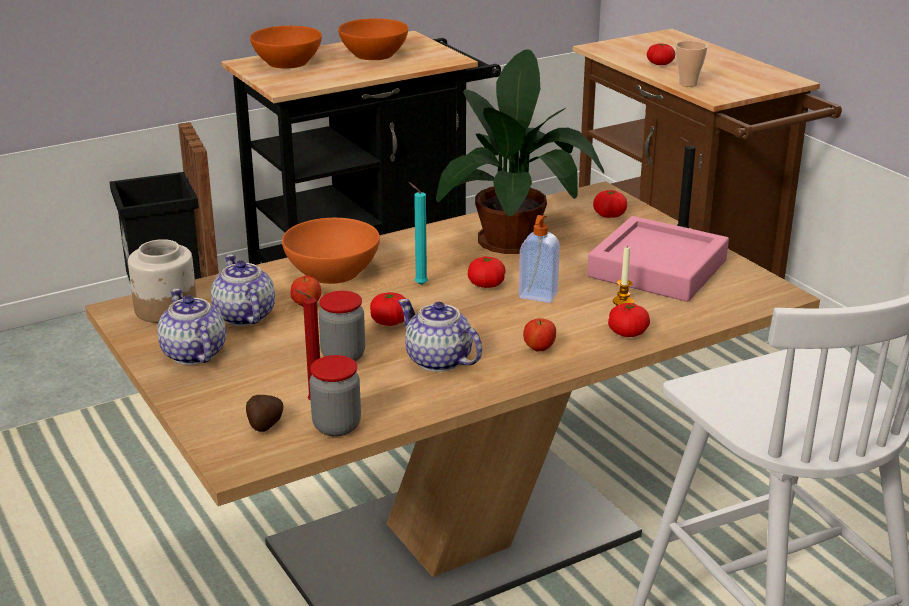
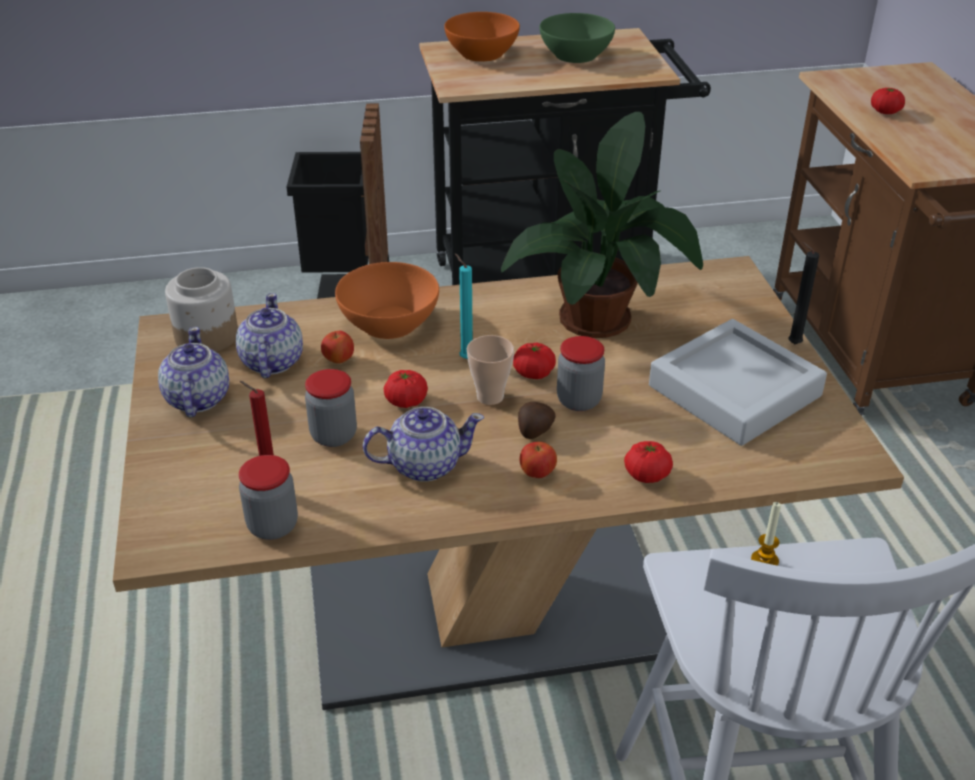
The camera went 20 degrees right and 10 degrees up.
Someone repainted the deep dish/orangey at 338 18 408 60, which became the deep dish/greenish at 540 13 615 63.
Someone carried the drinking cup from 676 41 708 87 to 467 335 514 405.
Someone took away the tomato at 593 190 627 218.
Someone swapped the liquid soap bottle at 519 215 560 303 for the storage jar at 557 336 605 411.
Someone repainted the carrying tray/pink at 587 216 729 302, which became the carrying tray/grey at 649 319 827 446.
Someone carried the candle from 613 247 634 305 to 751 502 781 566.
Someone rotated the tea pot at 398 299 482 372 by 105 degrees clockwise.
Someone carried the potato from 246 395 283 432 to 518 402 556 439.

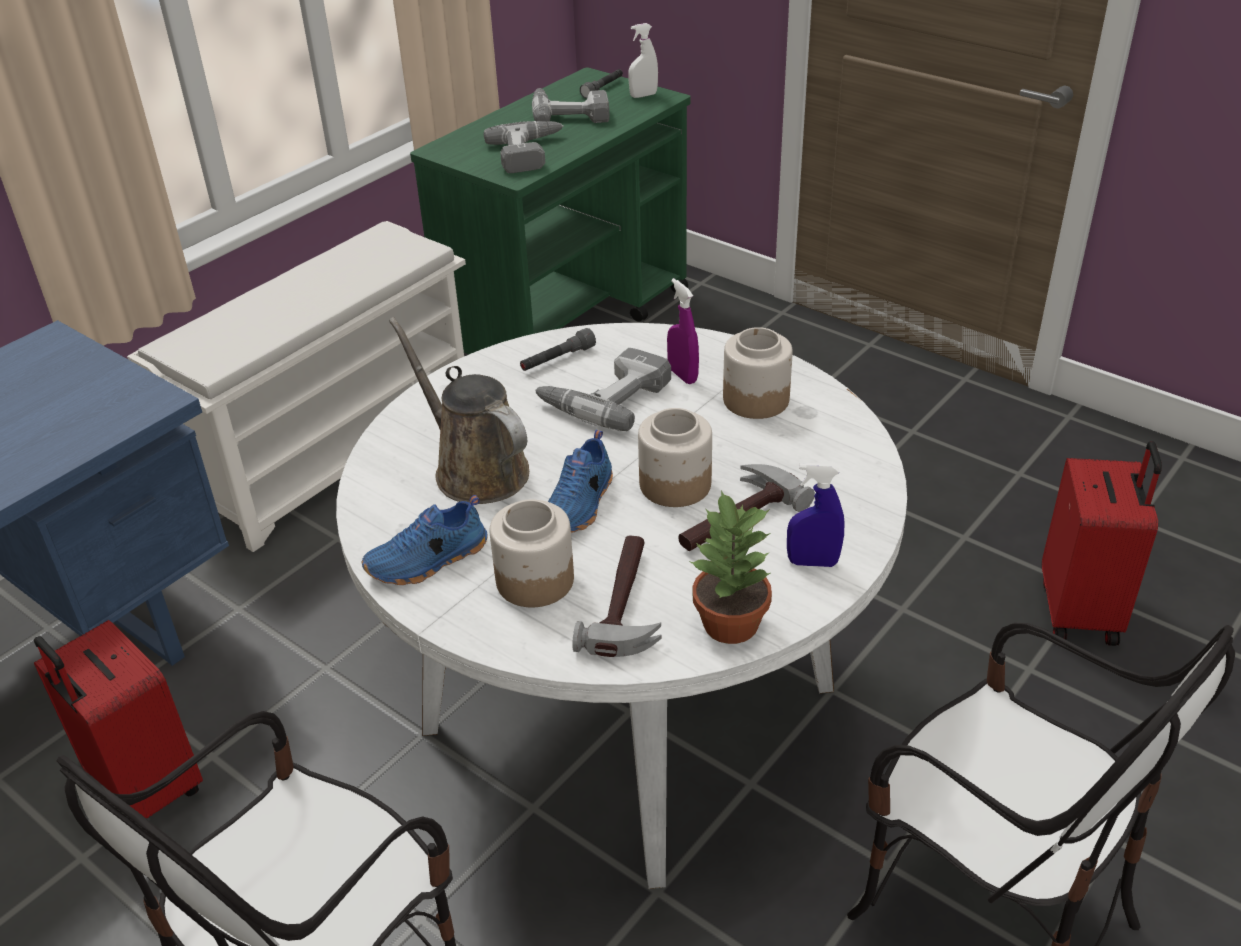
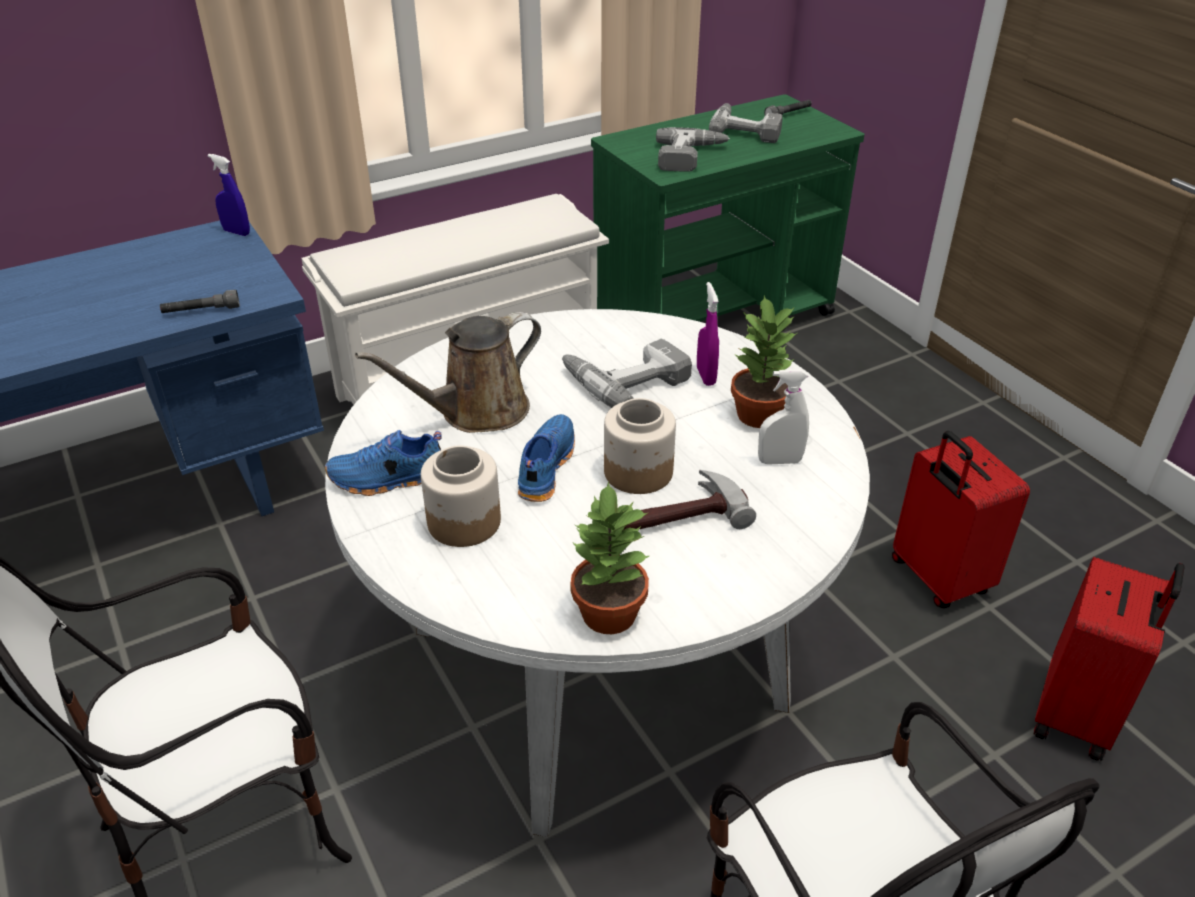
The camera went 20 degrees right and 0 degrees up.
Someone carried the sprayer/white-coloured from 628 23 658 98 to 758 370 809 465.
Someone rotated the sprinkling can/brown at 389 317 529 504 by 105 degrees counterclockwise.
Someone swapped the storage jar at 723 327 793 419 for the plant in a pot at 731 295 797 428.
Someone carried the torch/grey from 520 328 596 371 to 160 290 240 313.
Someone rotated the shoe/blue at 548 430 613 533 by 150 degrees clockwise.
Someone carried the sprayer/blue from 787 463 845 567 to 208 154 250 236.
Someone took away the hammer at 572 535 661 657.
Someone carried the suitcase/red-coloured from 34 620 203 819 to 892 431 1030 608.

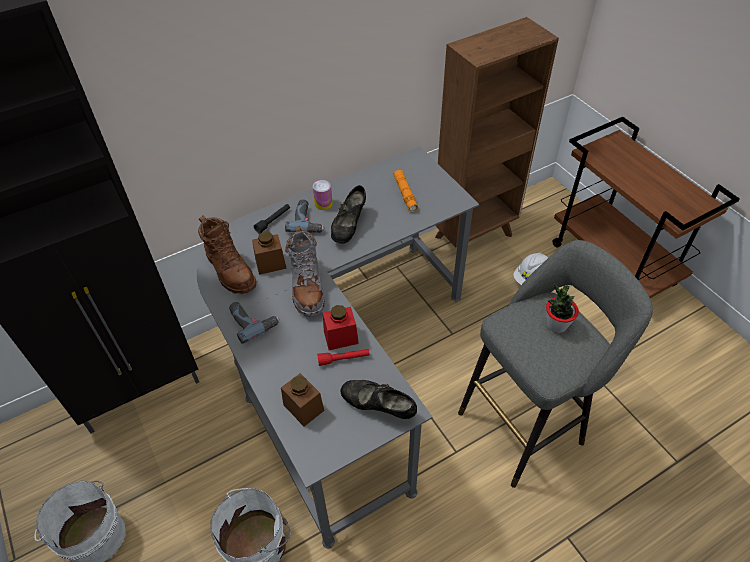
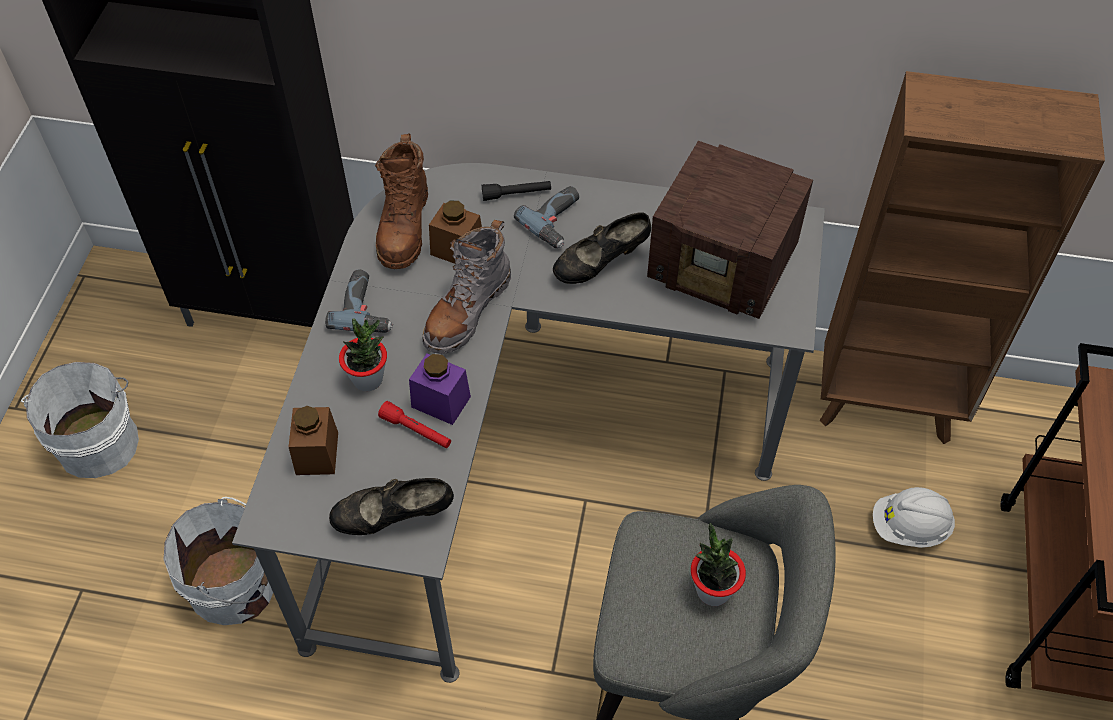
The camera went 40 degrees right and 5 degrees up.
Someone swapped the torch/orangey at 393 170 418 212 for the radio set at 647 141 813 319.
Someone took away the metal can at 313 180 333 210.
Someone repainted the storage jar/red-coloured at 323 305 359 350, which became the storage jar/purplish at 409 354 471 425.
Someone rotated the shoe/black-coloured at 340 380 417 419 by 75 degrees counterclockwise.
Someone put down the plant in a pot at 339 318 387 391.

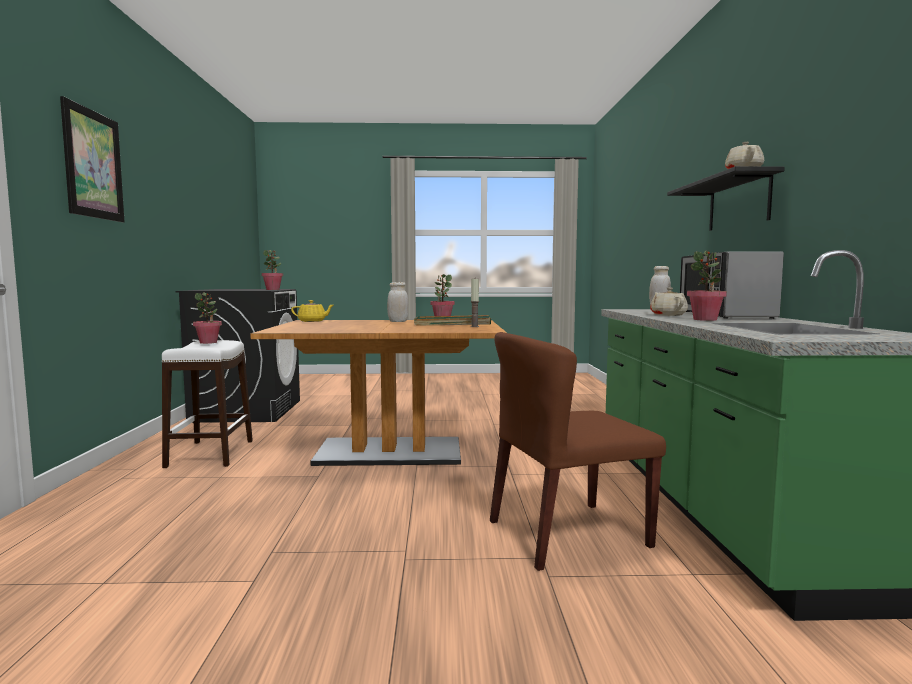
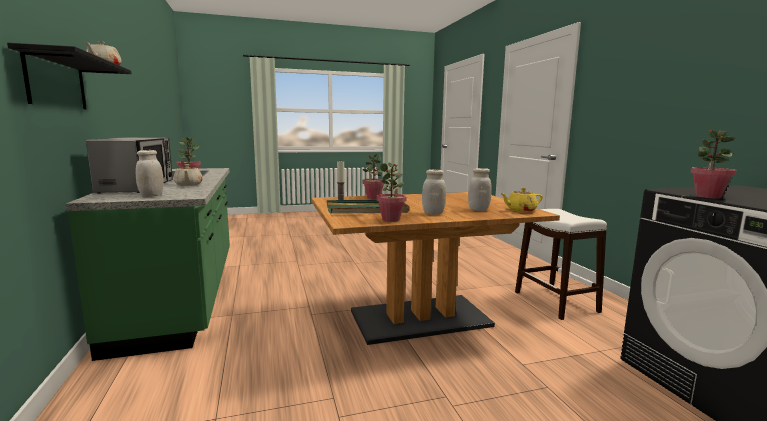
The camera went 165 degrees right and 5 degrees up.
Someone took away the wall picture at 60 96 125 222.
Someone carried the plant in a pot from 193 292 222 344 to 362 154 385 199.
Someone took away the plain chair/brown at 490 332 666 571.
Someone put down the storage jar/white-coloured at 468 168 492 211.

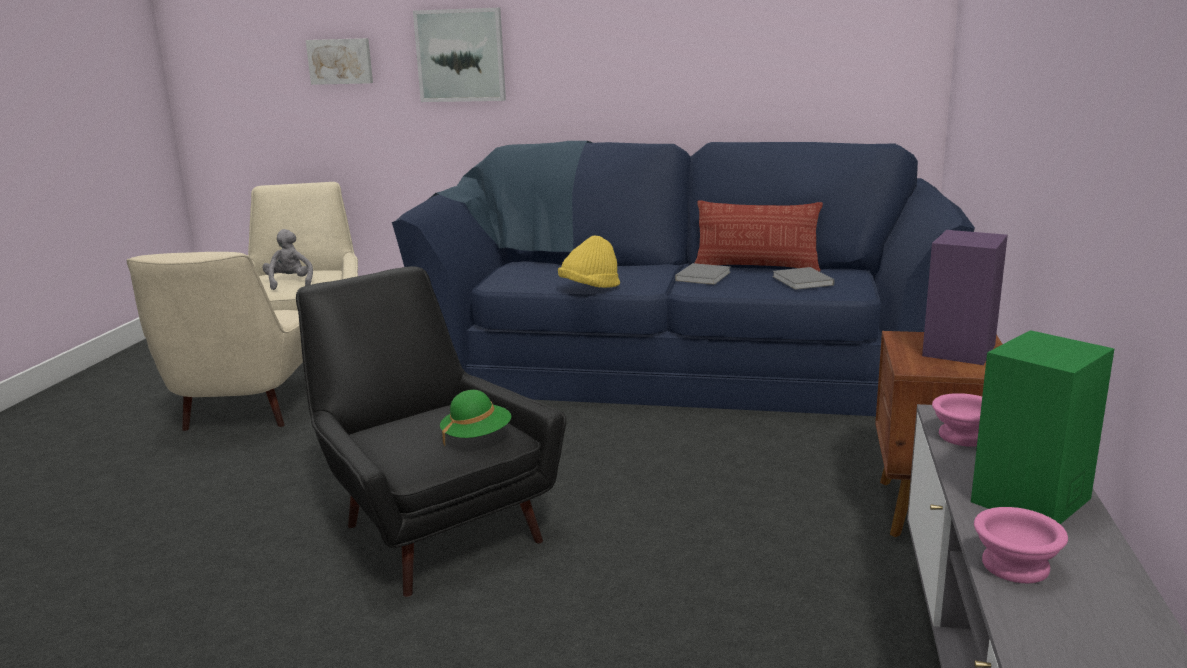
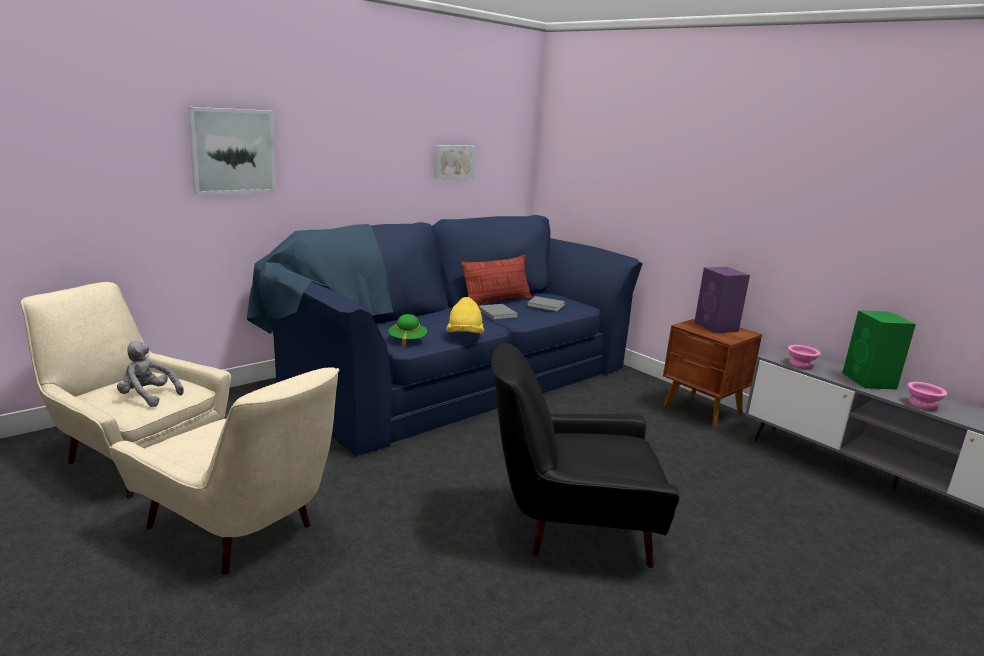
The camera went 55 degrees left and 0 degrees up.
Someone carried the wall picture from 306 38 373 85 to 434 145 476 179.
Someone carried the hat/greenish from 440 390 511 446 to 389 314 427 347.

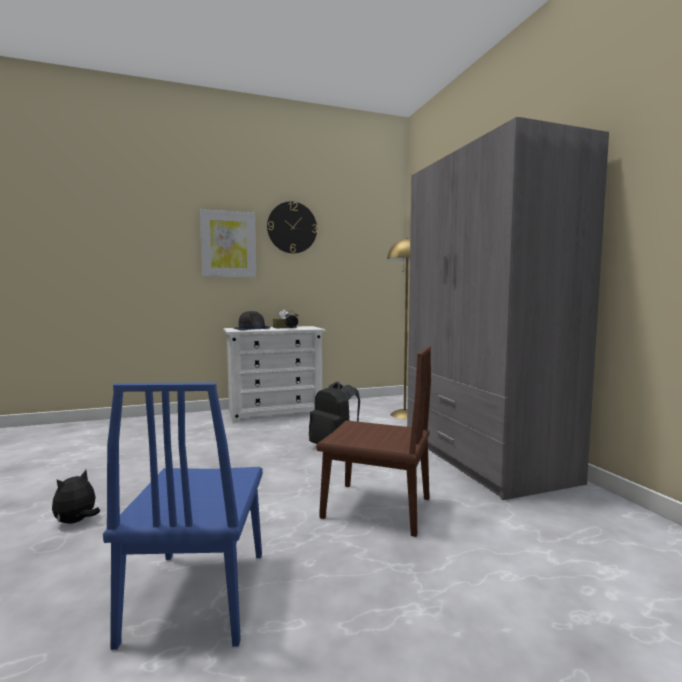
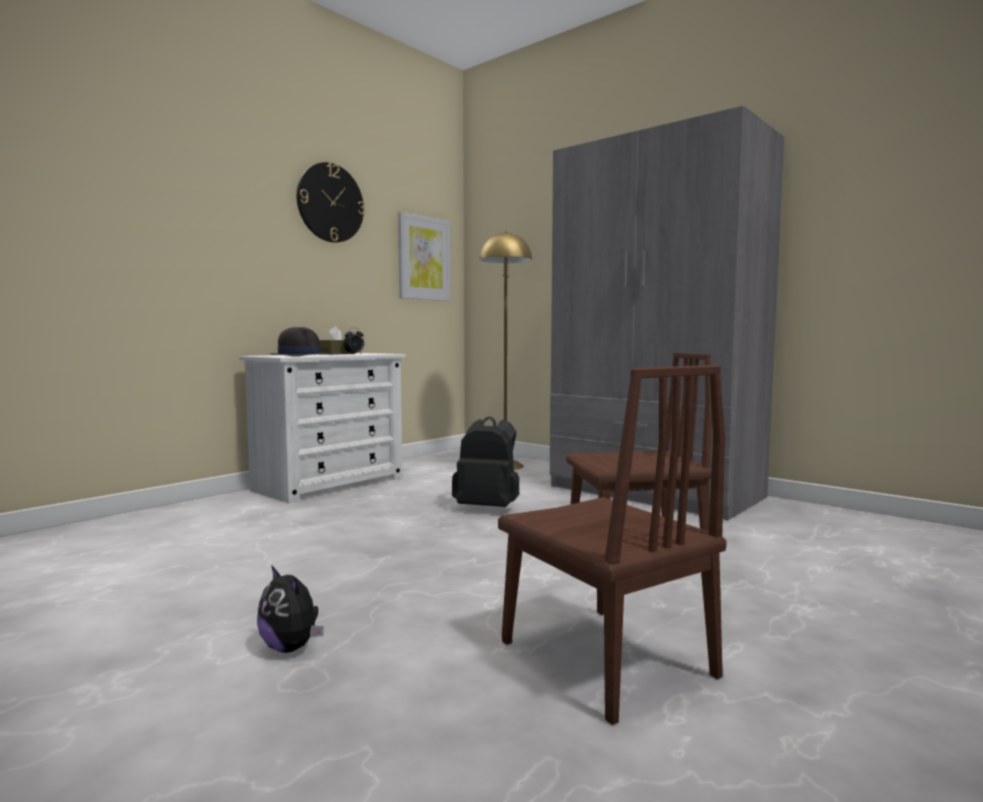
The camera went 30 degrees left and 0 degrees up.
Someone carried the wall picture from 200 209 256 278 to 398 212 450 301.
Someone repainted the plain chair/blue at 103 382 263 650, which became the plain chair/brown at 498 365 727 725.
Someone rotated the cuddly toy at 52 470 100 524 by 45 degrees counterclockwise.

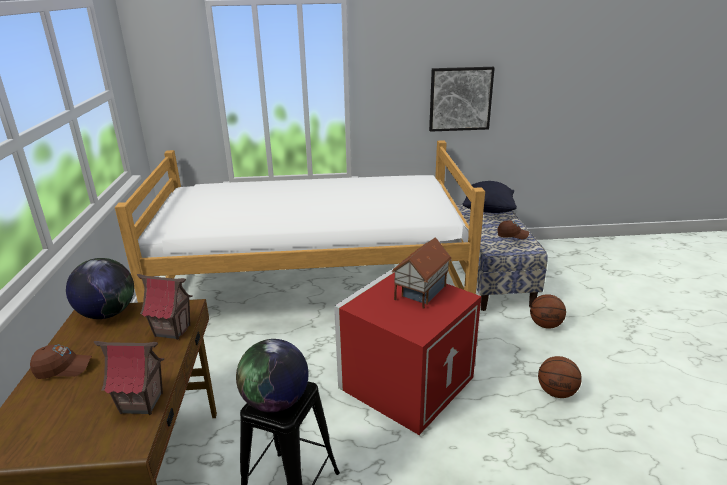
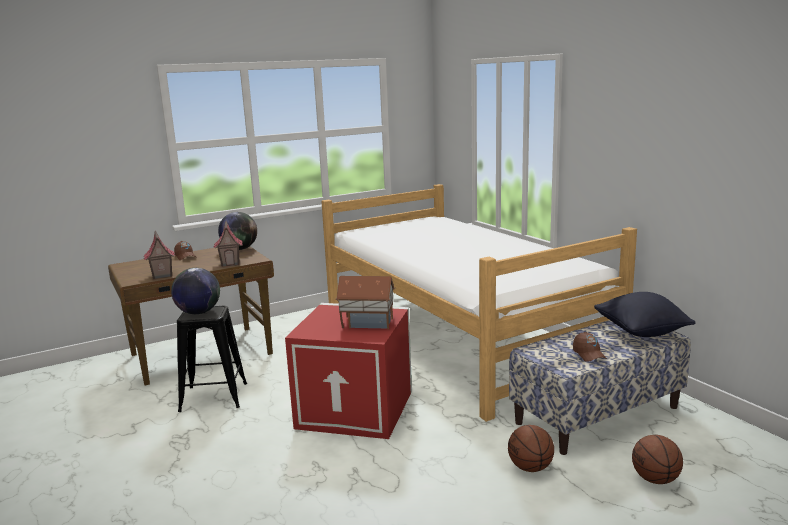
The camera went 65 degrees right and 10 degrees down.
Someone took away the wall picture at 429 67 495 132.
Someone carried the ball for basketball from 538 356 582 398 to 632 435 683 484.

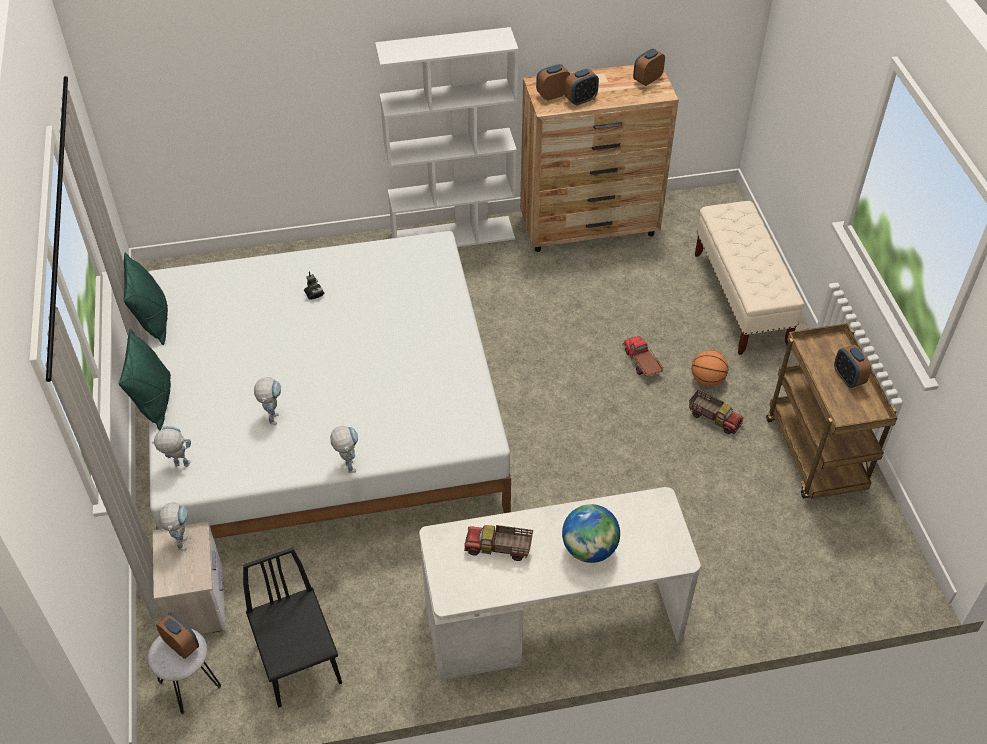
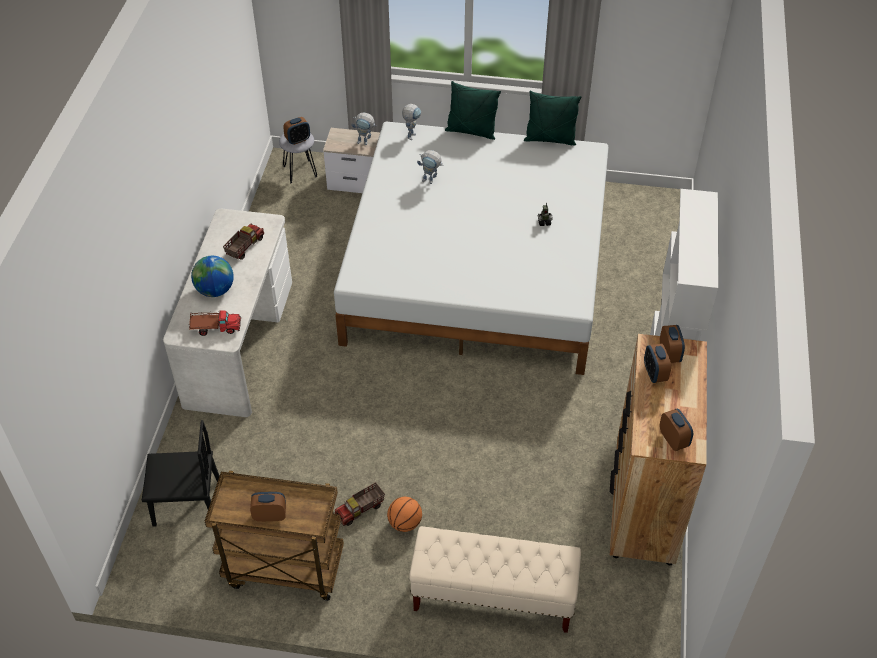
The camera went 110 degrees right and 0 degrees up.
Someone carried the model truck from 622 336 663 377 to 189 311 241 336.
Someone took away the model robot at 330 426 358 473.
Someone carried the plain chair/black-coloured from 243 547 342 708 to 142 420 219 527.

